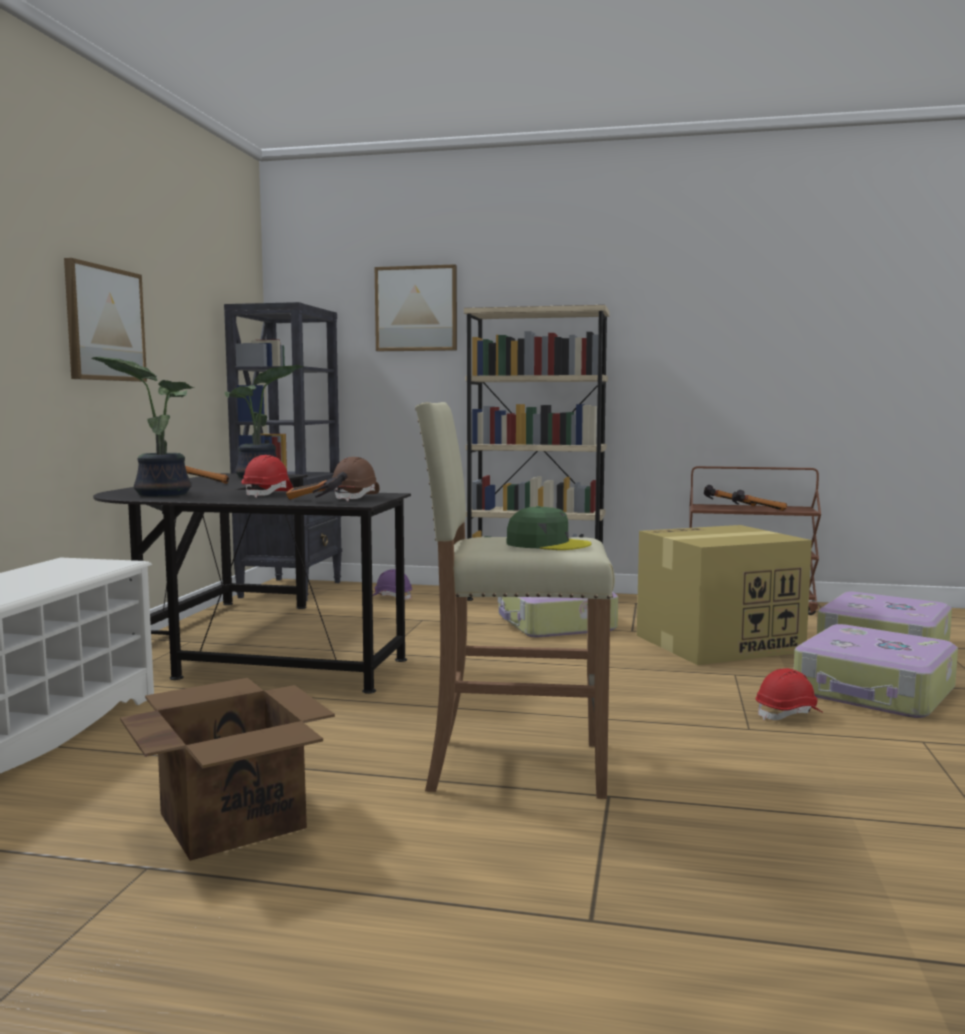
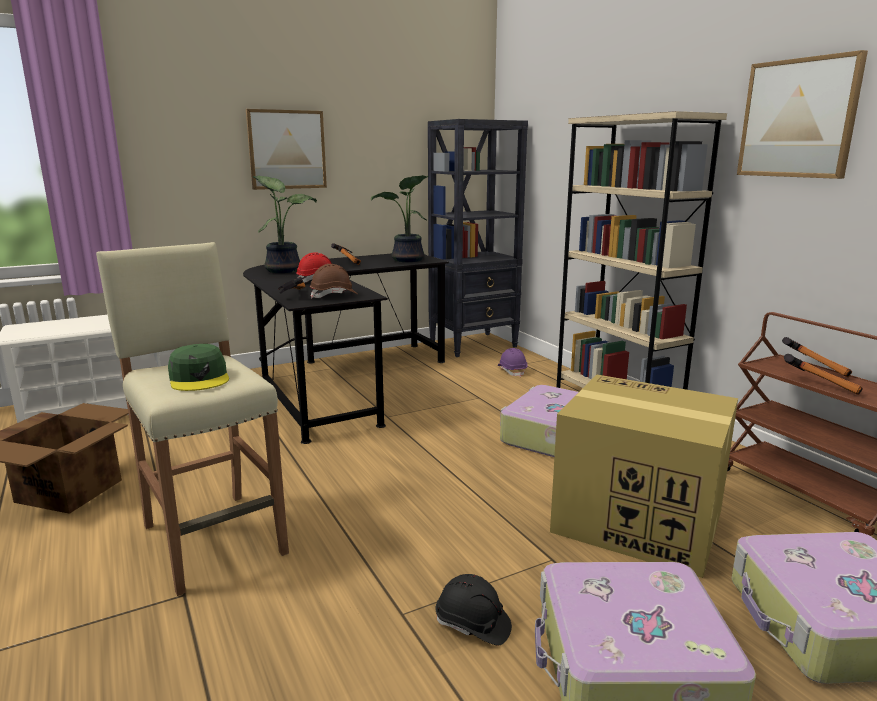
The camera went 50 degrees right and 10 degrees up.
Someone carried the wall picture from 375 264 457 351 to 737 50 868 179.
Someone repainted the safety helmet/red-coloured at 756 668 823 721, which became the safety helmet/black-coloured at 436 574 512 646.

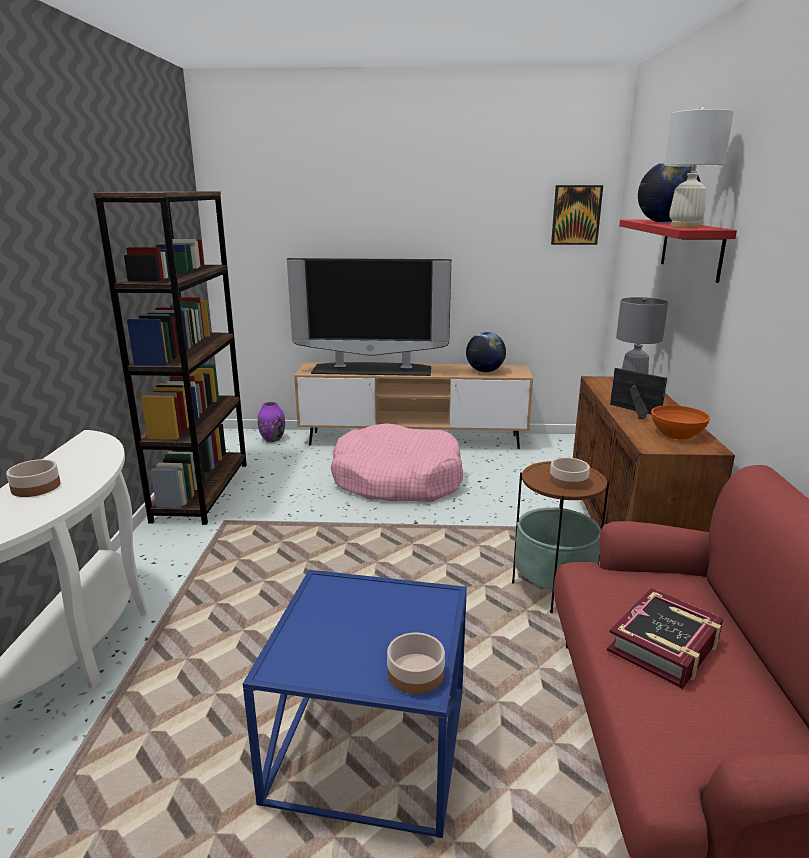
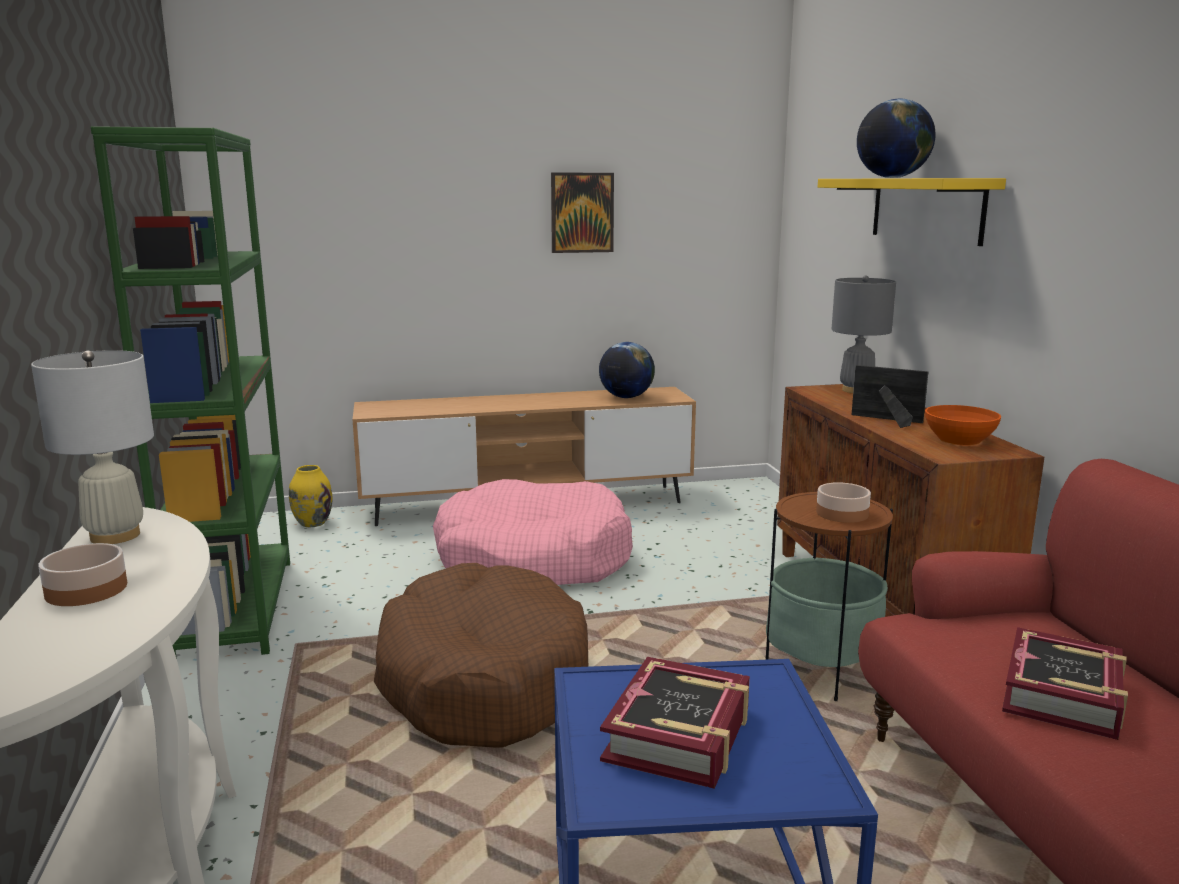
The camera went 15 degrees left and 5 degrees down.
Someone carried the tabletop lamp/white-coloured from 664 107 734 228 to 31 350 154 544.
Someone carried the wall picture from 551 185 603 245 to 551 173 614 253.
Someone repainted the bookshelf/brown at 93 191 247 525, which became the bookshelf/greenish at 91 126 290 659.
Someone repainted the bracket shelf/red-coloured at 619 220 737 283, which became the bracket shelf/yellowish at 818 178 1006 246.
Someone took away the television at 287 258 451 376.
Someone repainted the flower vase/purplish at 258 402 285 442, which became the flower vase/yellowish at 289 465 332 527.
Someone took away the deep dish at 387 633 445 694.
Someone put down the dog bed/brown at 374 563 589 748.
Someone put down the book at 600 657 750 789.

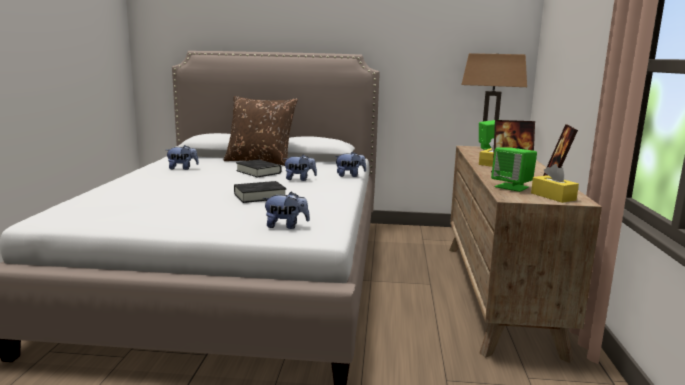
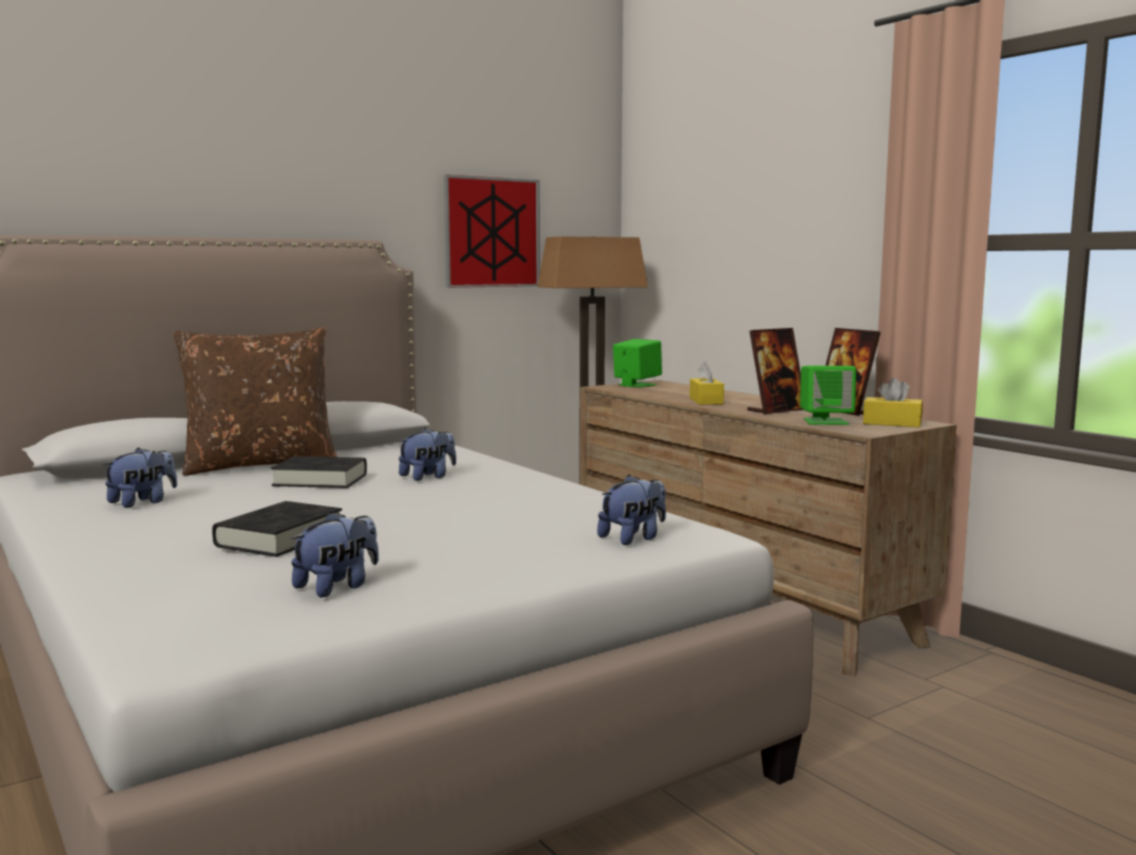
The camera went 40 degrees left and 5 degrees down.
Someone carried the cuddly toy from 334 152 366 177 to 291 512 379 597.
Someone carried the book/black-coloured from 234 181 287 203 to 212 501 342 557.
Someone put up the wall picture at 443 175 540 288.

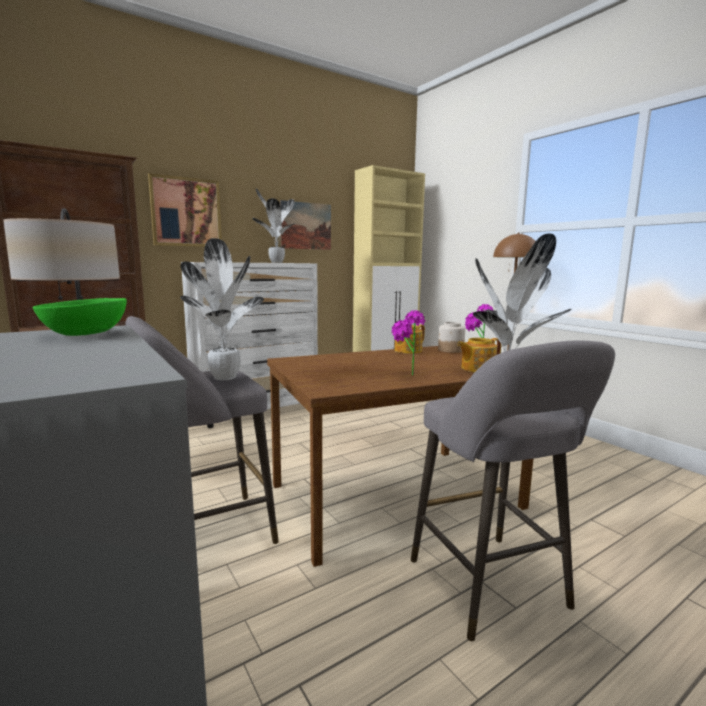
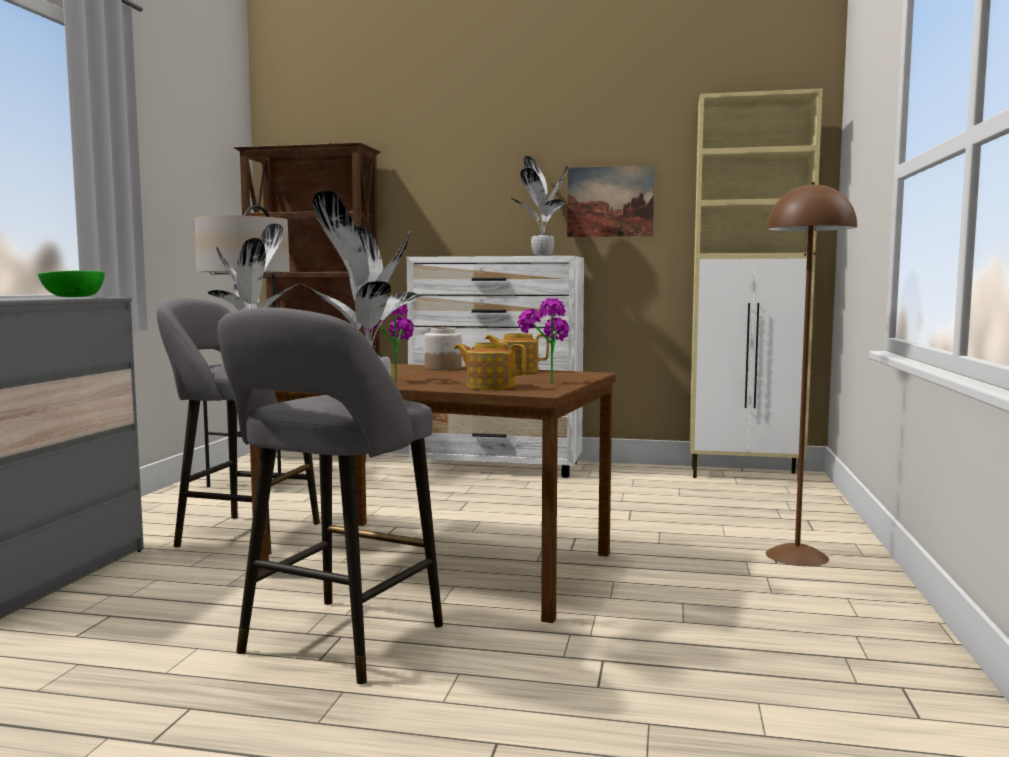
The camera went 45 degrees right and 5 degrees down.
Someone took away the wall picture at 148 173 222 247.
Someone carried the storage jar from 438 322 465 353 to 424 328 462 370.

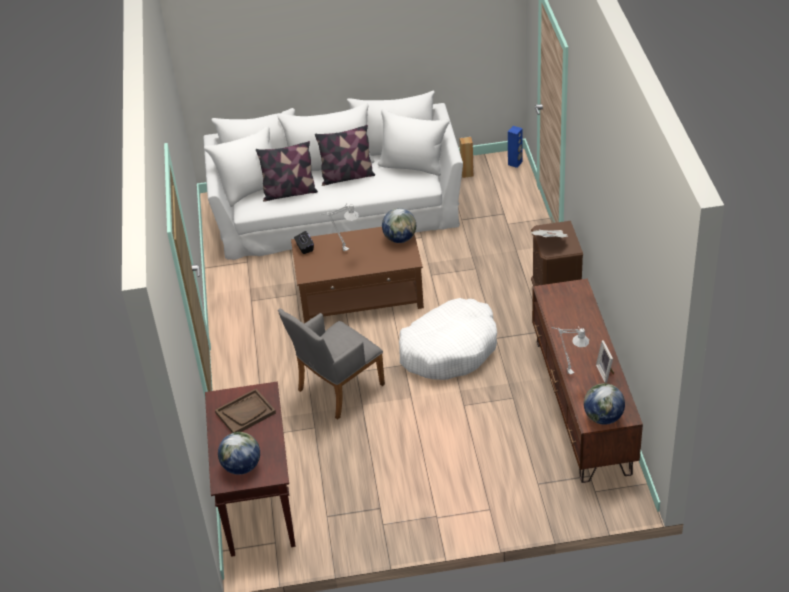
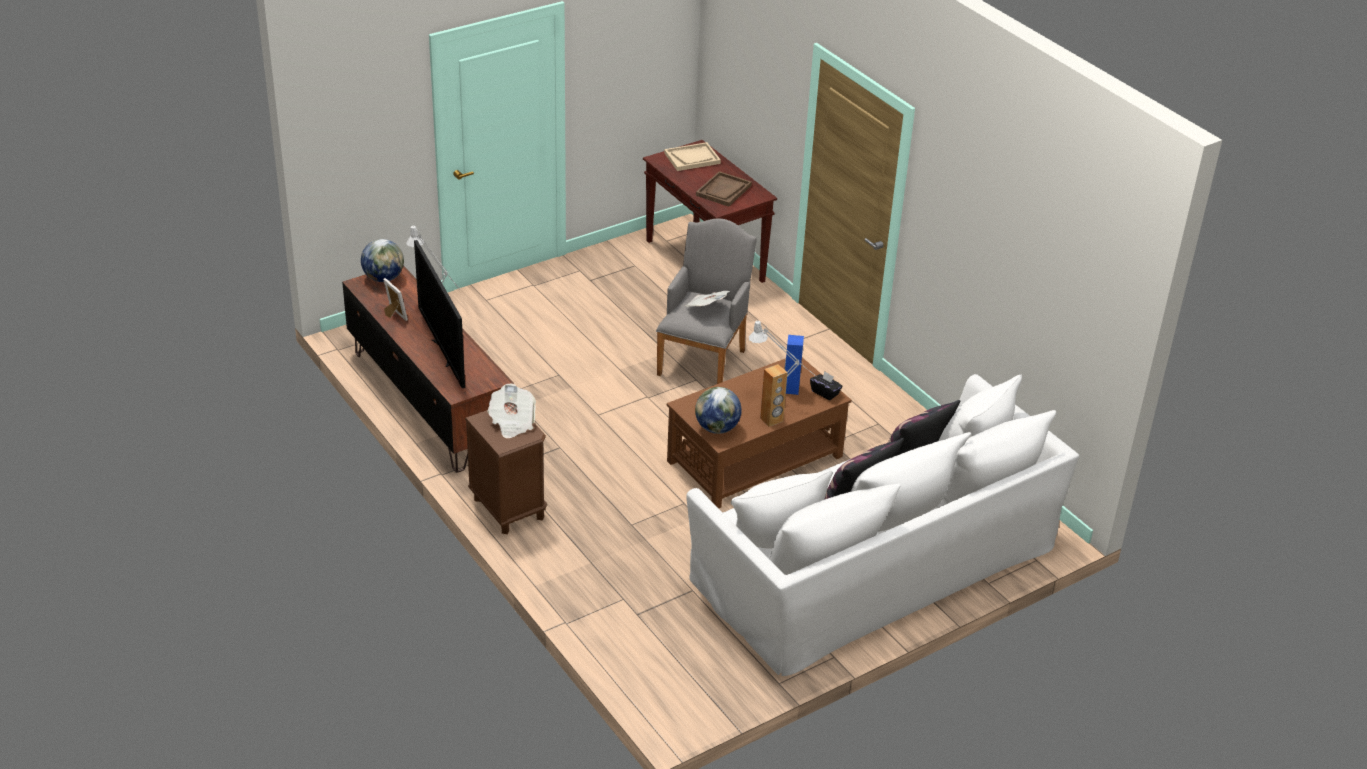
The camera went 150 degrees right and 5 degrees down.
Someone carried the loudspeaker/blue from 508 126 523 168 to 784 335 804 395.
Someone carried the loudspeaker/brown from 459 137 474 178 to 760 364 788 427.
Someone took away the dog bed/white-coloured at 399 298 497 380.
Someone swapped the desk globe at 218 432 260 475 for the carrying tray/beige-coloured at 664 142 721 171.
Someone put down the television at 414 240 465 388.
Someone put down the daily paper at 685 291 730 306.

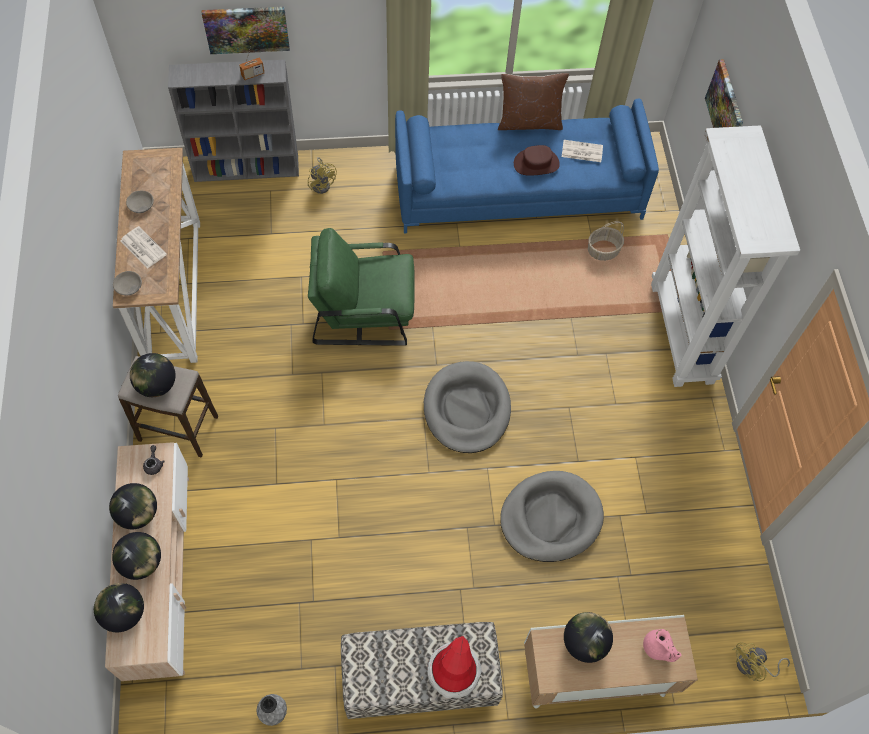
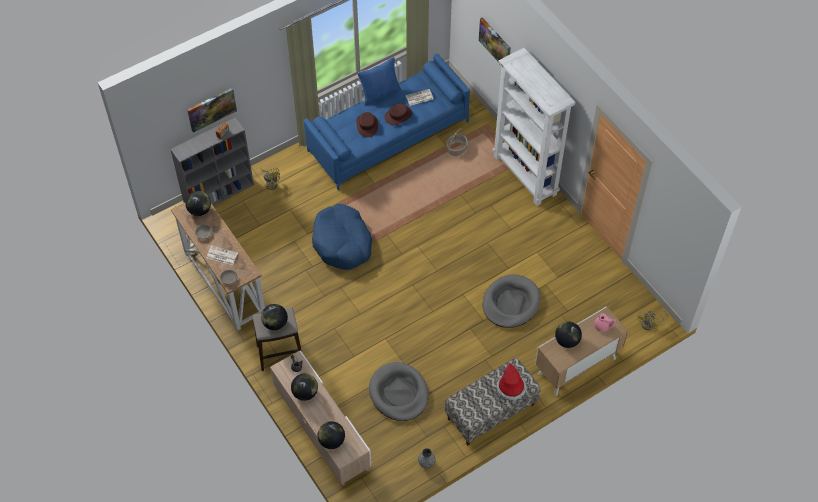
The camera went 25 degrees left and 5 degrees down.
Someone repainted the throw pillow/brown at 498 73 569 130, which became the throw pillow/blue at 357 57 401 106.
Someone swapped the easy chair/greenish at 308 228 415 346 for the dog bed/blue at 312 204 372 270.
Someone carried the dog bed/grey from 424 361 511 453 to 369 362 429 421.
Someone carried the desk globe from 112 532 161 580 to 185 191 211 216.
Someone put down the hat/brown at 356 112 378 137.

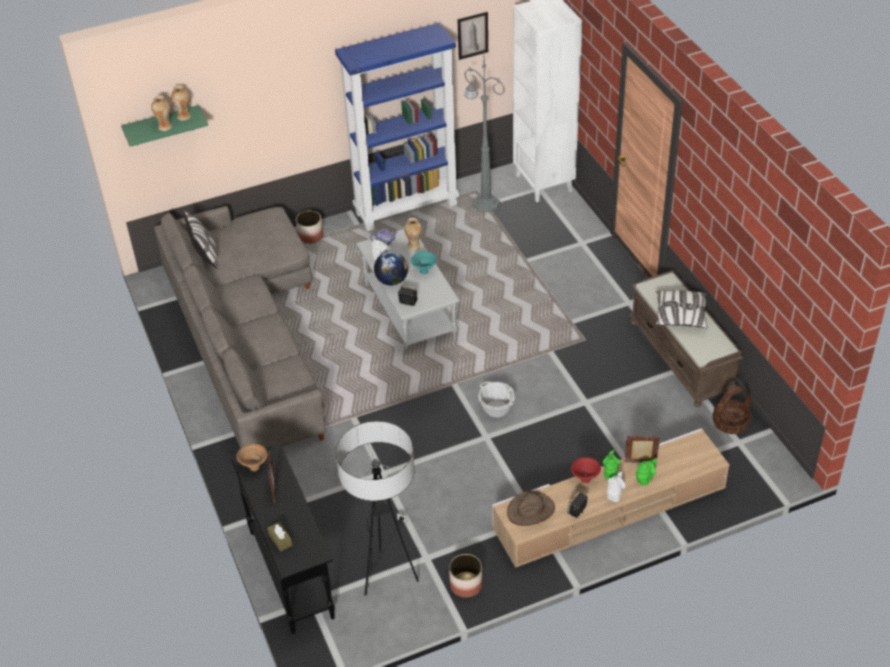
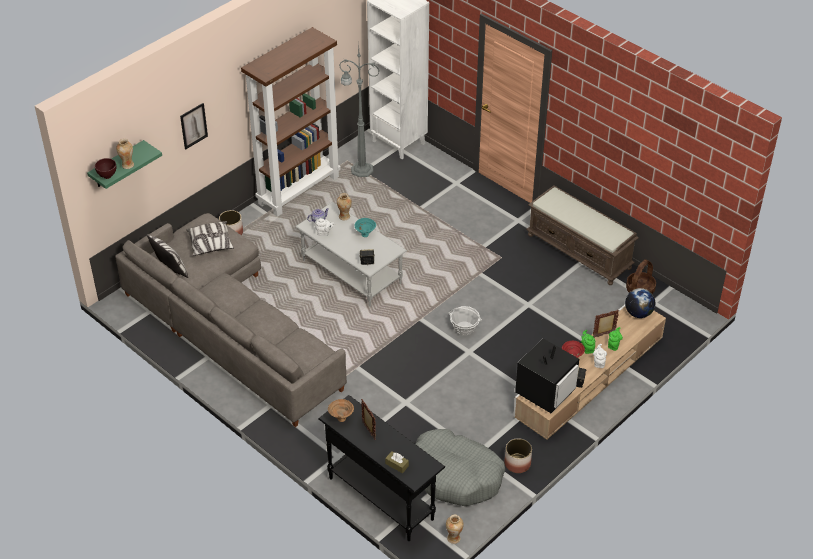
The camera went 25 degrees left and 0 degrees up.
Someone carried the wall picture from 458 12 488 60 to 180 103 208 149.
Someone repainted the bookshelf/blue at 335 23 459 231, which became the bookshelf/brown at 241 27 341 217.
Someone carried the flower vase from 171 85 191 121 to 446 515 464 544.
Someone carried the desk globe from 374 251 408 286 to 625 288 655 318.
Someone carried the throw pillow from 656 290 708 329 to 186 221 234 256.
Someone swapped the standard lamp at 336 421 419 596 for the dog bed/grey at 416 429 505 506.
Someone swapped the hat/brown at 507 491 555 526 for the television at 515 338 579 413.
Someone put down the deep dish/brown at 95 158 116 179.

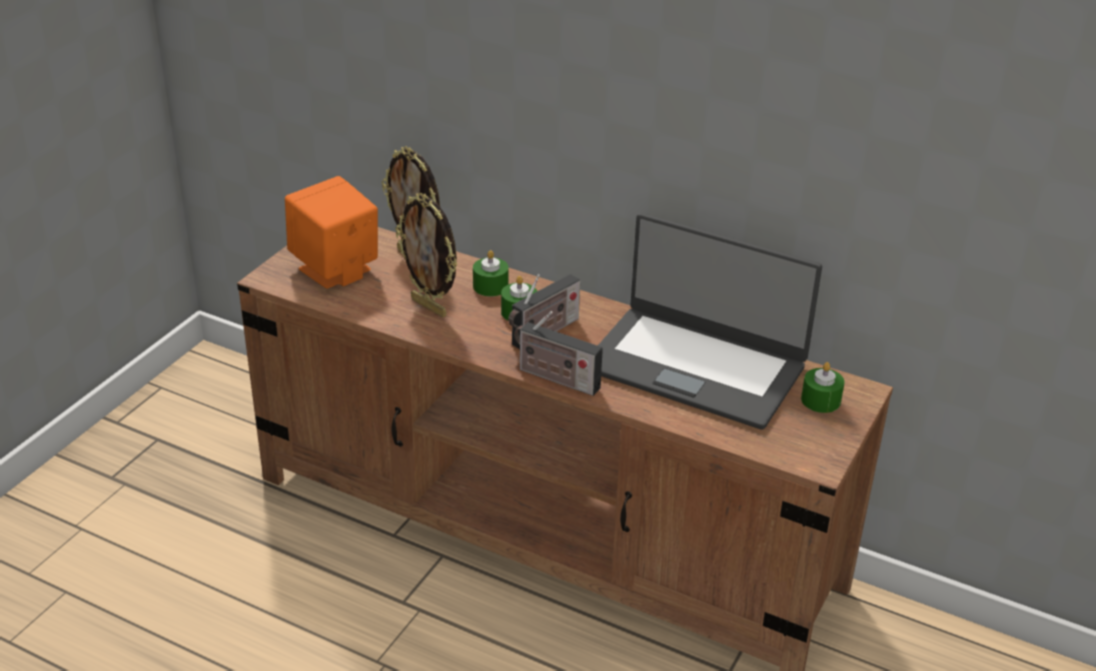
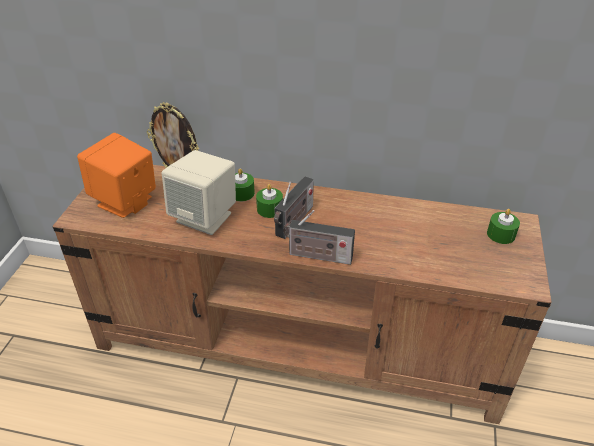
The camera went 15 degrees left and 5 degrees up.
Someone swapped the standing frame at 395 193 458 317 for the loudspeaker/beige-coloured at 162 150 236 235.
Someone took away the portable computer at 598 213 822 430.

